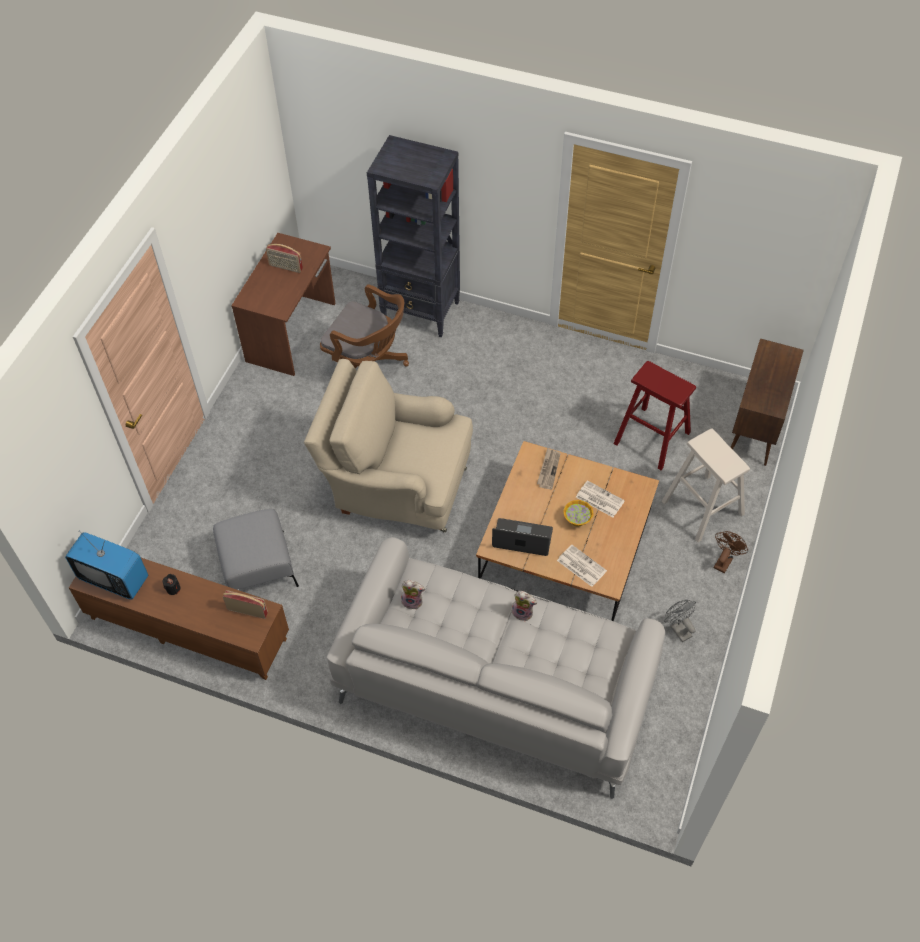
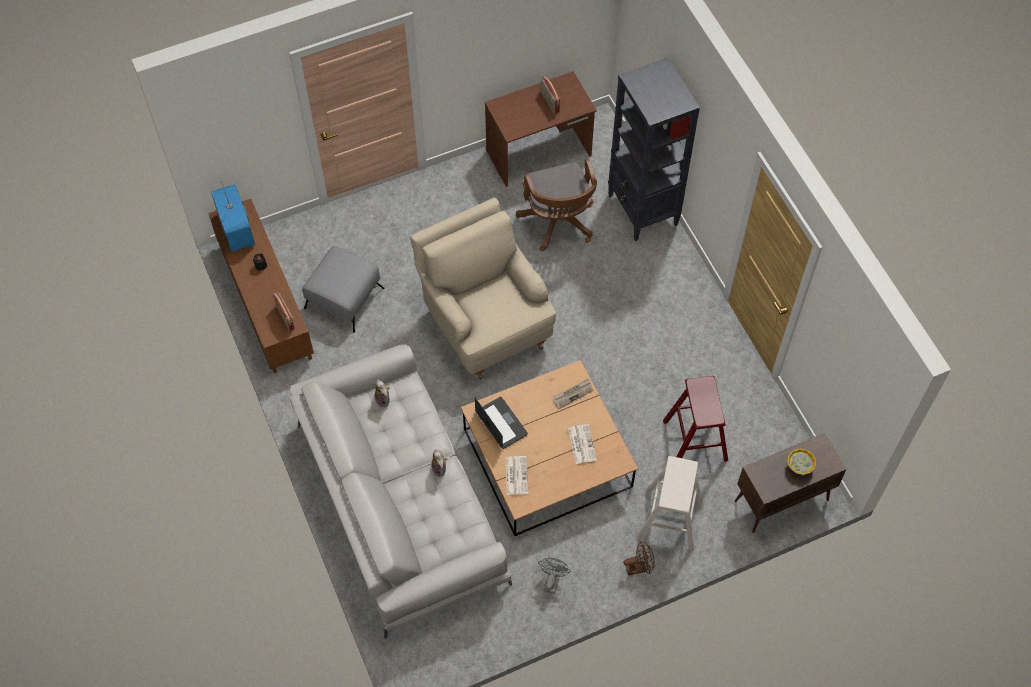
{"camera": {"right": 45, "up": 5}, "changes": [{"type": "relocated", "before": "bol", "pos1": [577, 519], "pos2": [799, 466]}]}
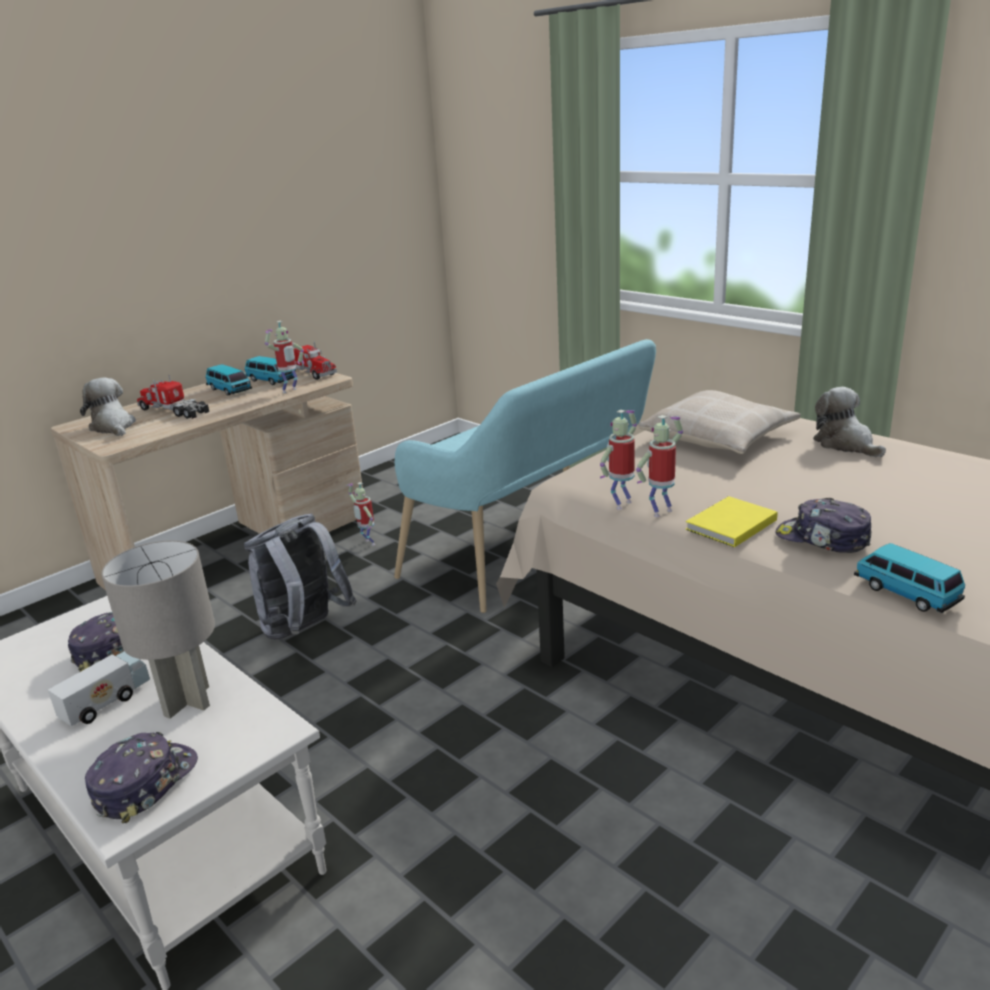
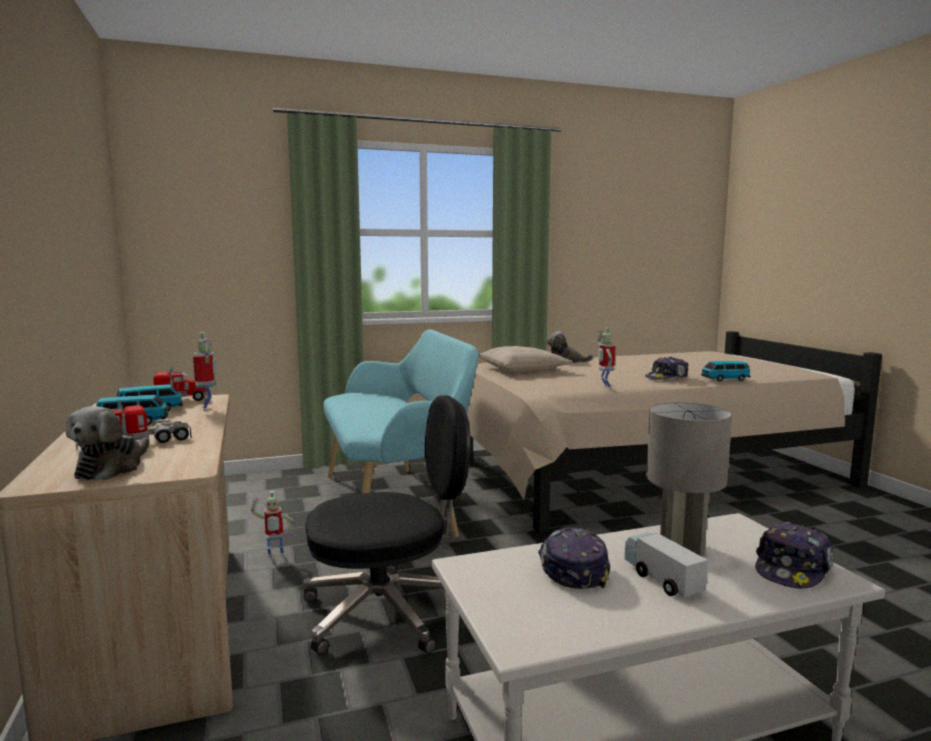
{"camera": {"right": -65, "up": -15}, "changes": [{"type": "spun", "before": "peluche", "pos1": [113, 427], "pos2": [112, 467], "turn": -75}, {"type": "exchanged", "before": "sac à dos [gris]", "after": "chaise de bureau [noir]", "pos1": [304, 631], "pos2": [387, 611]}, {"type": "spun", "before": "casquette", "pos1": [145, 783], "pos2": [793, 569], "turn": -105}, {"type": "missing", "before": "robot jouet", "pos1": [621, 504]}, {"type": "missing", "before": "livre [jaune]", "pos1": [728, 525]}]}
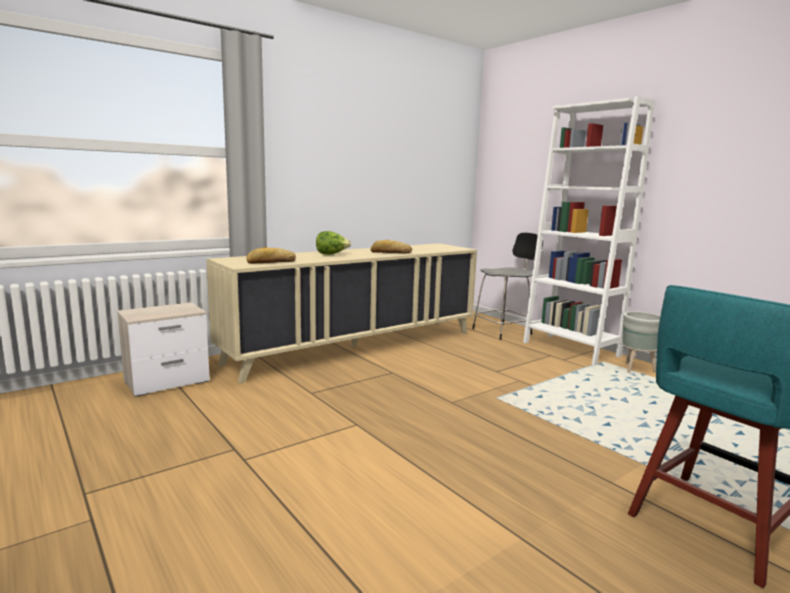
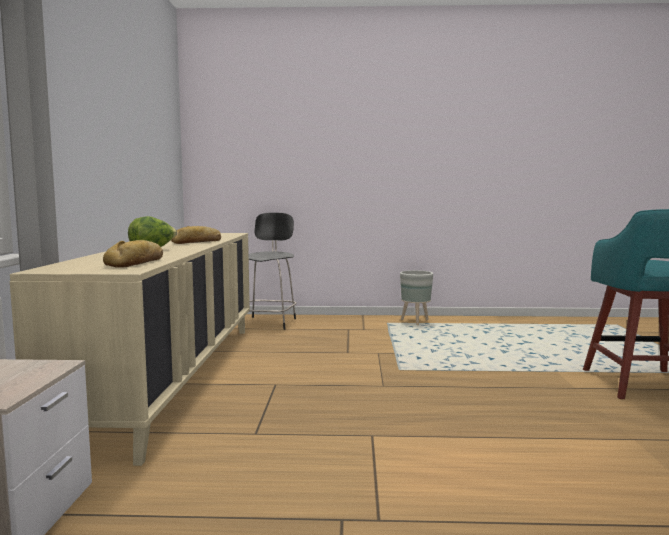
{"camera": {"right": -50, "up": -5}, "changes": [{"type": "missing", "before": "bibliothèque [blanc]", "pos1": [570, 349]}]}
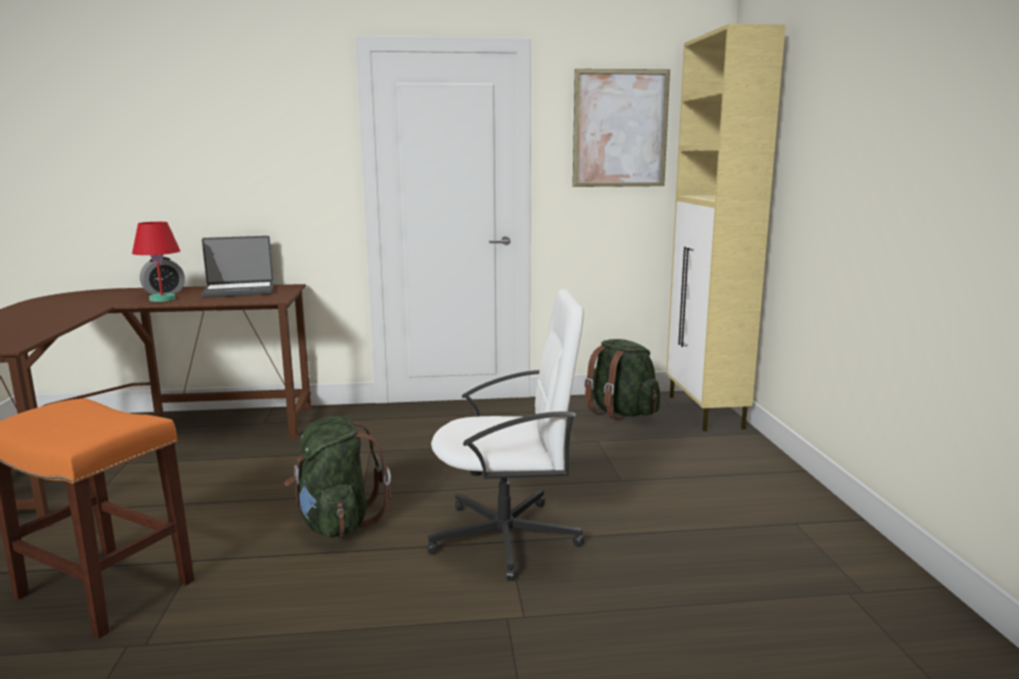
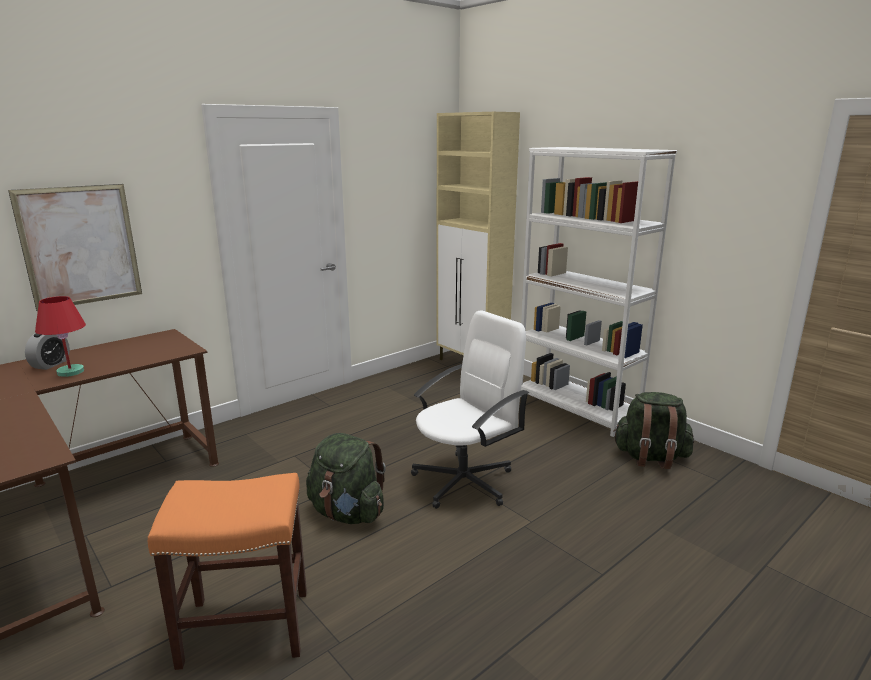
{"camera": {"right": -35, "up": 5}, "changes": [{"type": "relocated", "before": "tableau", "pos1": [620, 129], "pos2": [80, 246]}, {"type": "appeared", "after": "bibliothèque [blanc]", "pos2": [577, 408]}, {"type": "relocated", "before": "sac à dos [vert]", "pos1": [621, 412], "pos2": [650, 457]}, {"type": "missing", "before": "ordinateur portable", "pos1": [239, 291]}]}
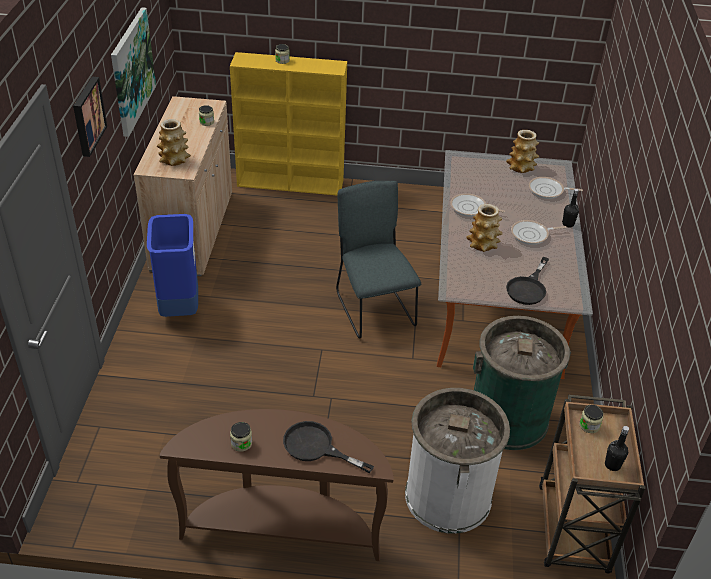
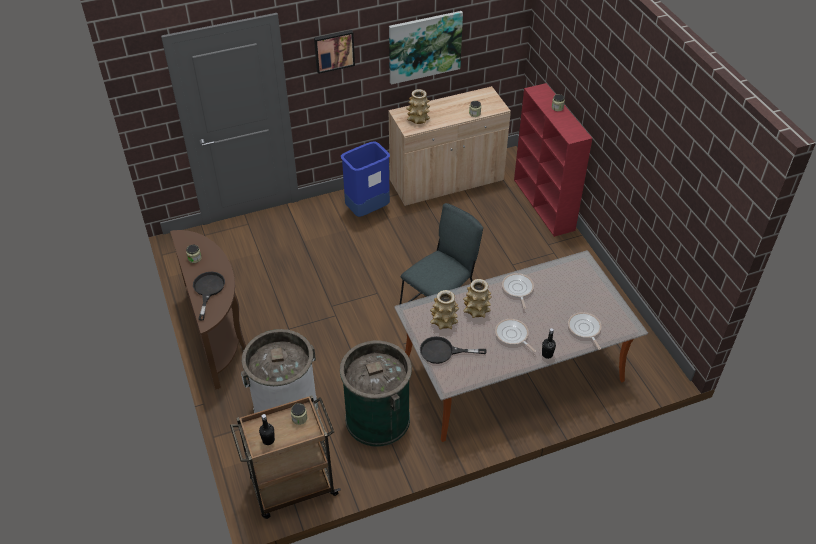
{"camera": {"right": 65, "up": 5}, "changes": [{"type": "relocated", "before": "vase", "pos1": [521, 167], "pos2": [444, 321]}, {"type": "colour", "before": "bibliothèque [jaune]", "after": "bibliothèque [rouge]", "pos1": [291, 183], "pos2": [544, 205]}]}
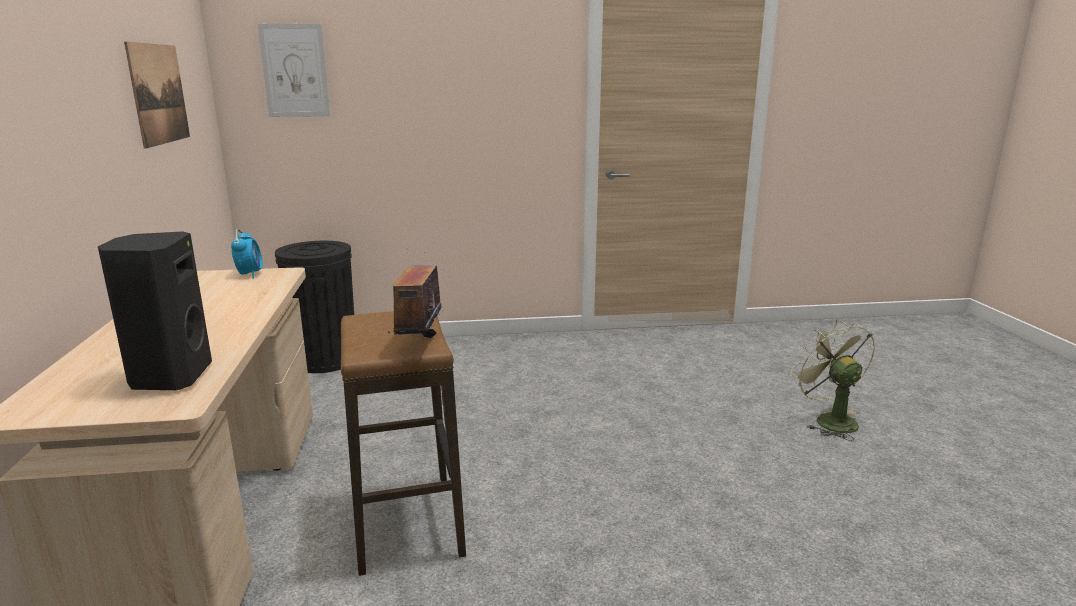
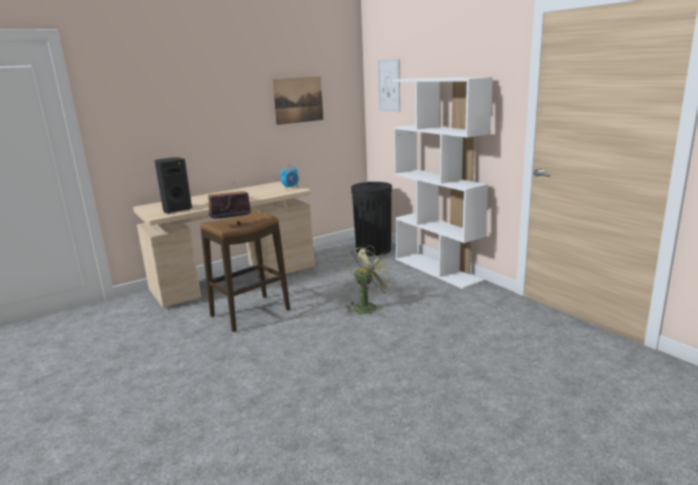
{"camera": {"right": 65, "up": 0}, "changes": [{"type": "relocated", "before": "ventilateur [vert]", "pos1": [828, 420], "pos2": [367, 306]}, {"type": "appeared", "after": "bibliothèque [blanc]", "pos2": [438, 269]}]}
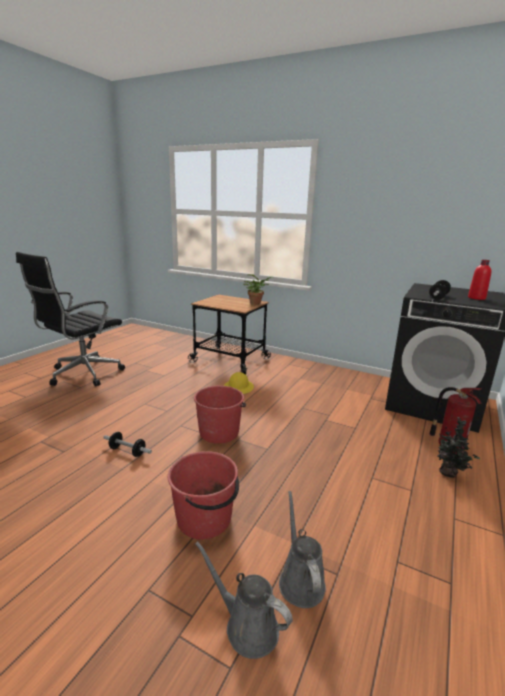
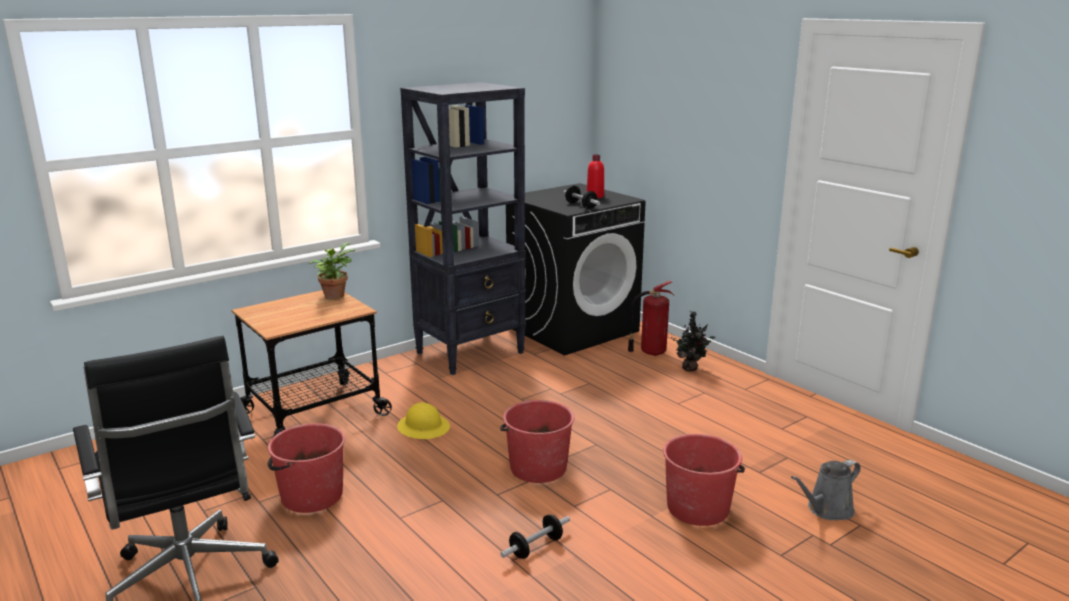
{"camera": {"right": -65, "up": 0}, "changes": [{"type": "appeared", "after": "seau [rouge]", "pos2": [311, 496]}, {"type": "appeared", "after": "bibliothèque [noir]", "pos2": [471, 352]}, {"type": "missing", "before": "arrosoir [gris]", "pos1": [300, 580]}]}
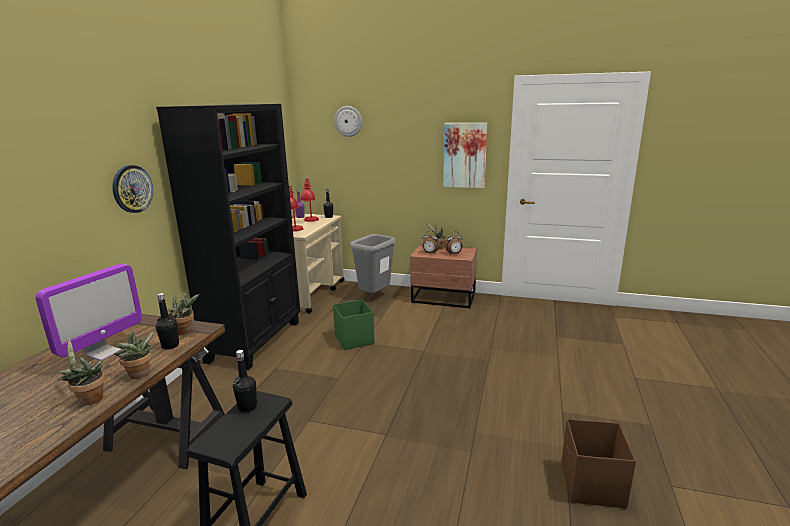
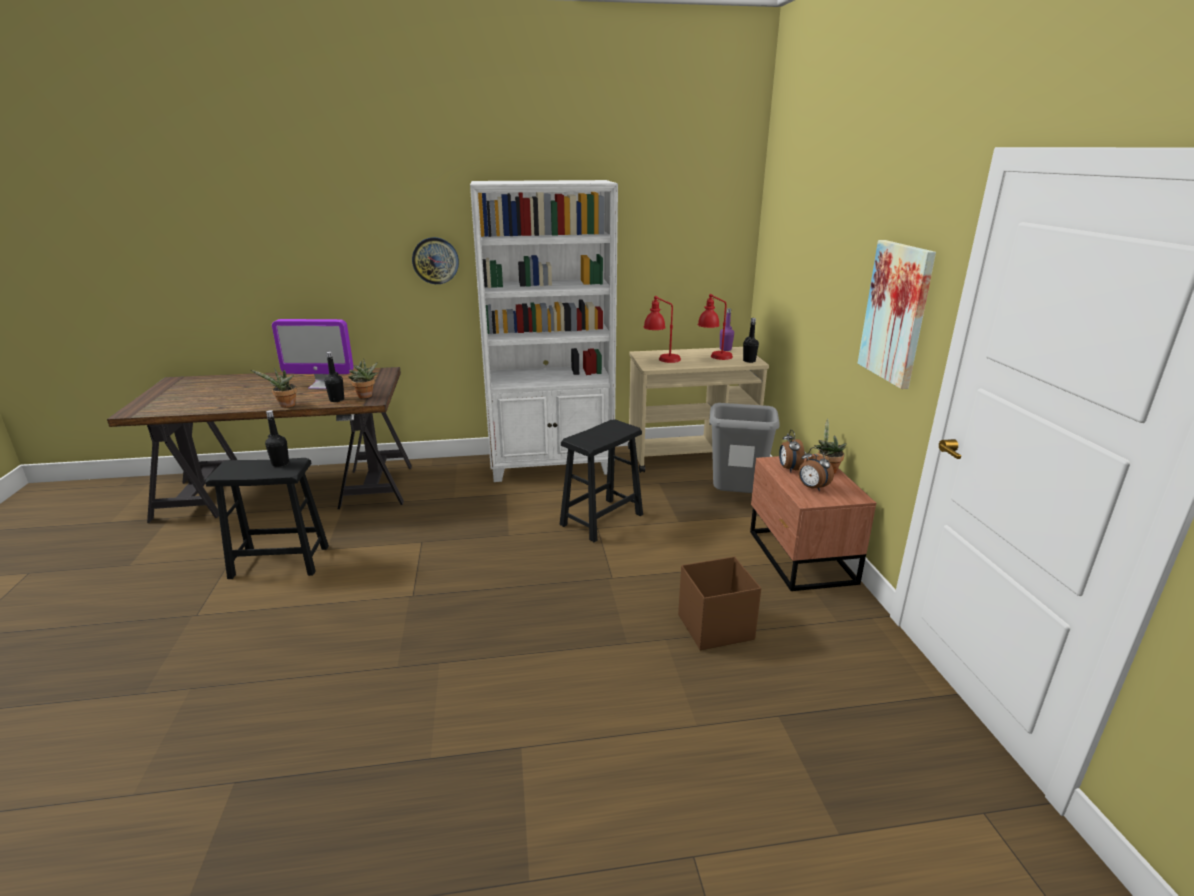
{"camera": {"right": 65, "up": 5}, "changes": [{"type": "colour", "before": "bibliothèque [noir]", "after": "bibliothèque [blanc]", "pos1": [256, 341], "pos2": [552, 466]}, {"type": "exchanged", "before": "boîte de rangement [vert]", "after": "tabouret [noir]", "pos1": [354, 339], "pos2": [601, 519]}, {"type": "relocated", "before": "boîte de rangement [marron]", "pos1": [591, 485], "pos2": [714, 627]}, {"type": "missing", "before": "plante en pot", "pos1": [89, 399]}, {"type": "missing", "before": "horloge murale", "pos1": [348, 121]}]}
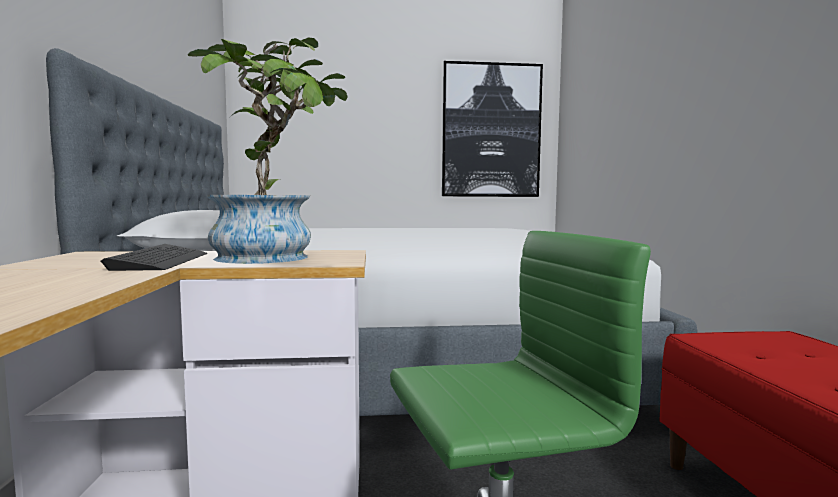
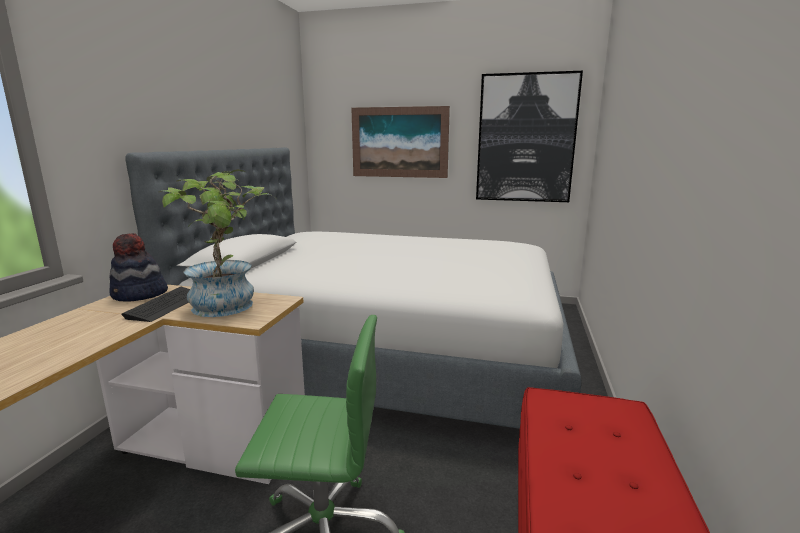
{"camera": {"right": 20, "up": 10}, "changes": [{"type": "appeared", "after": "chapeau", "pos2": [139, 295]}, {"type": "appeared", "after": "tableau", "pos2": [399, 142]}]}
